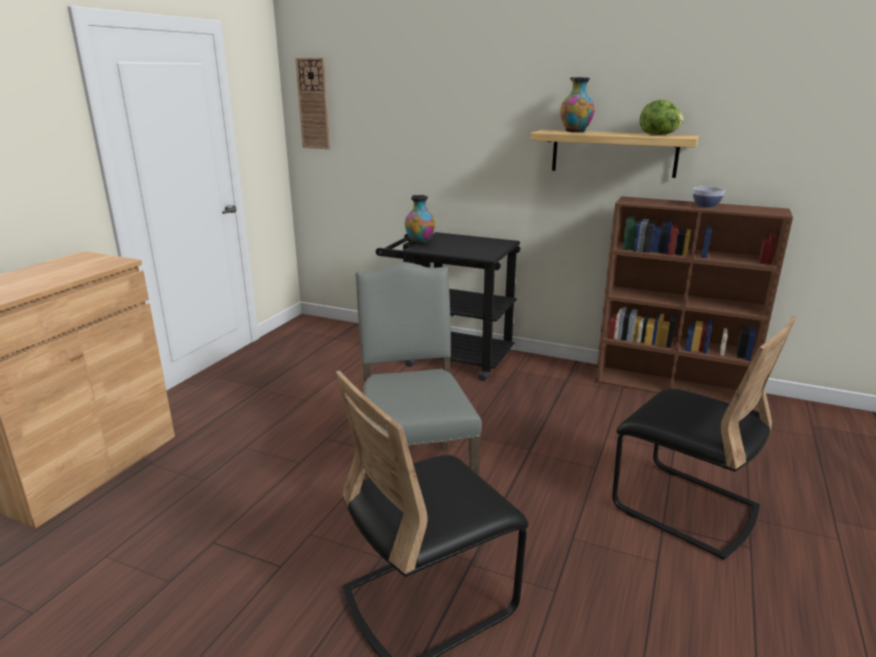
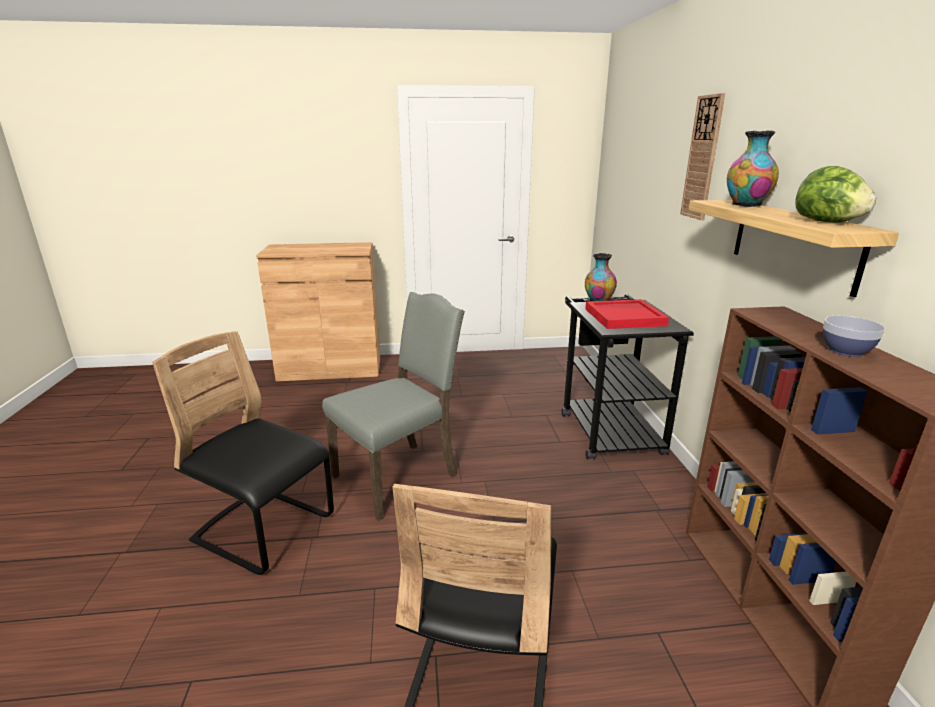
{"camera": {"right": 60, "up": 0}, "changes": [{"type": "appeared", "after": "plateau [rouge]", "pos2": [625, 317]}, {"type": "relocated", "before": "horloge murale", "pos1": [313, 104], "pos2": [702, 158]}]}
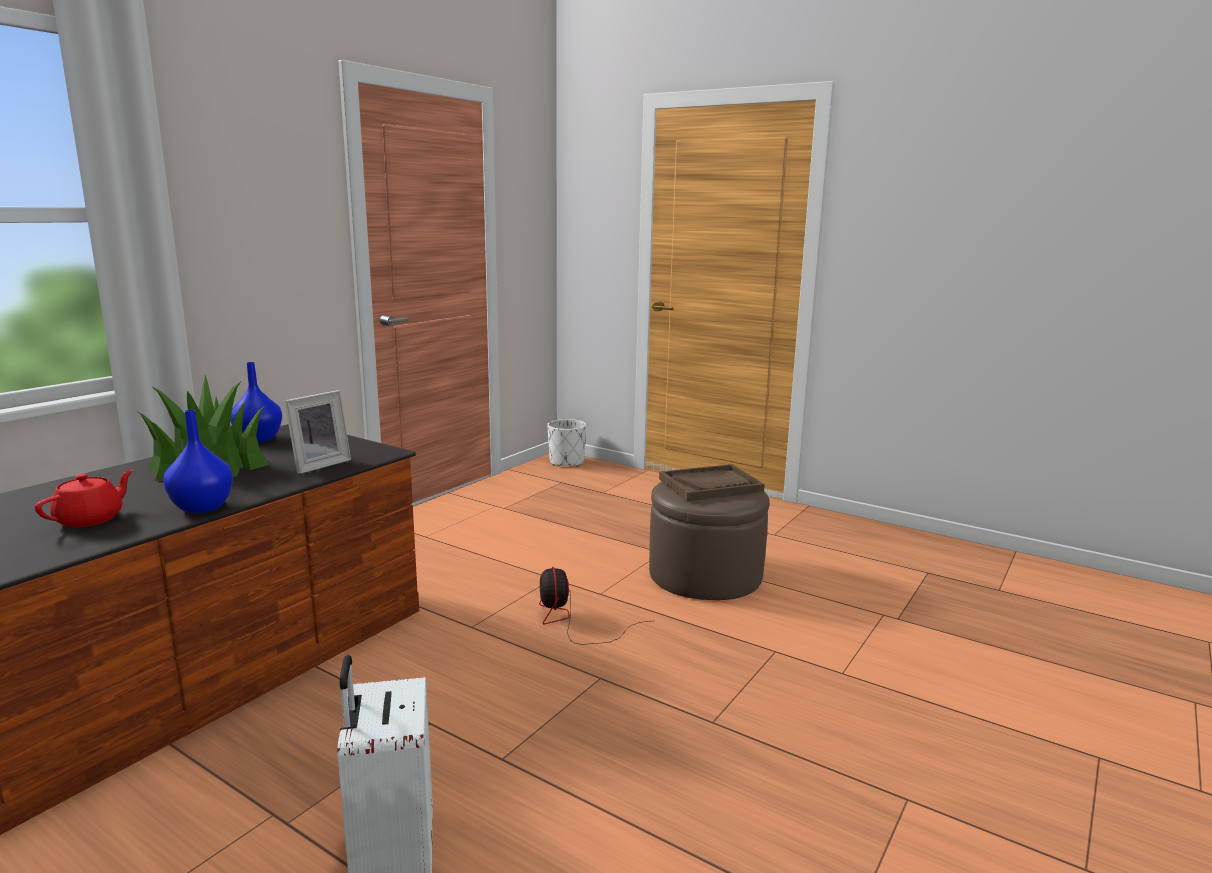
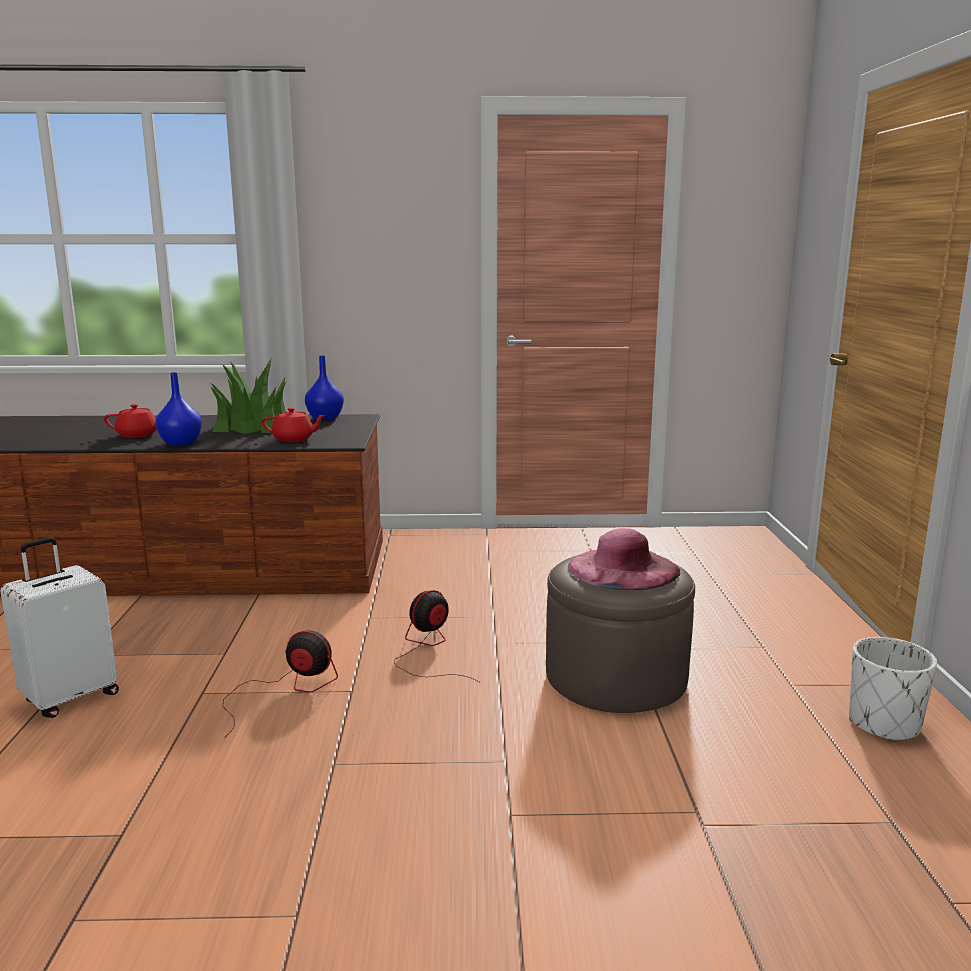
{"camera": {"right": 55, "up": 0}, "changes": [{"type": "appeared", "after": "ventilateur", "pos2": [286, 690]}, {"type": "exchanged", "before": "cadre photo", "after": "théière [rouge]", "pos1": [318, 464], "pos2": [294, 439]}, {"type": "exchanged", "before": "plateau [marron]", "after": "chapeau [rose]", "pos1": [710, 485], "pos2": [623, 568]}, {"type": "relocated", "before": "cache-pot [blanc]", "pos1": [566, 462], "pos2": [884, 724]}]}
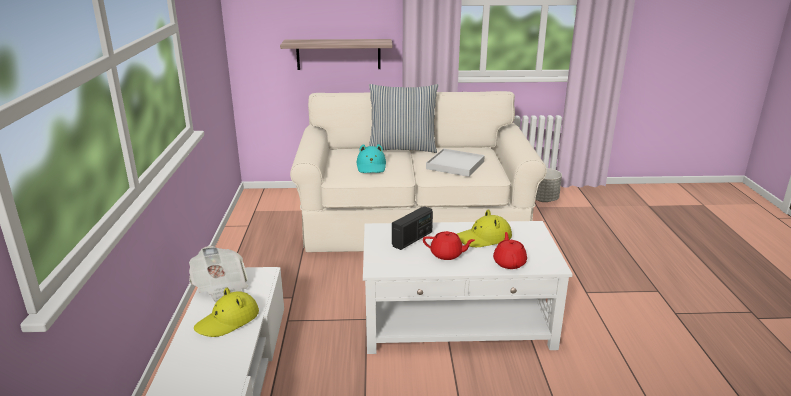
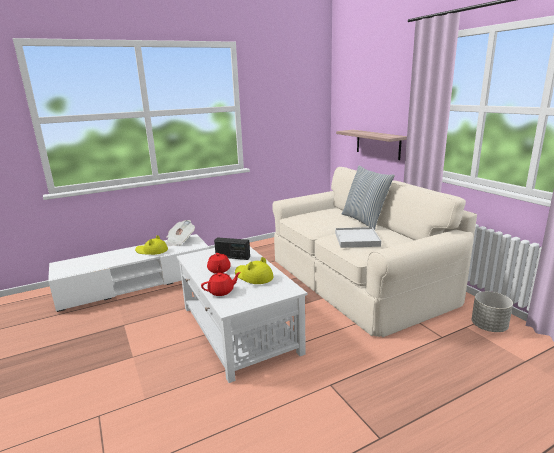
{"camera": {"right": 65, "up": -5}, "changes": [{"type": "missing", "before": "chapeau [turquoise]", "pos1": [371, 166]}]}
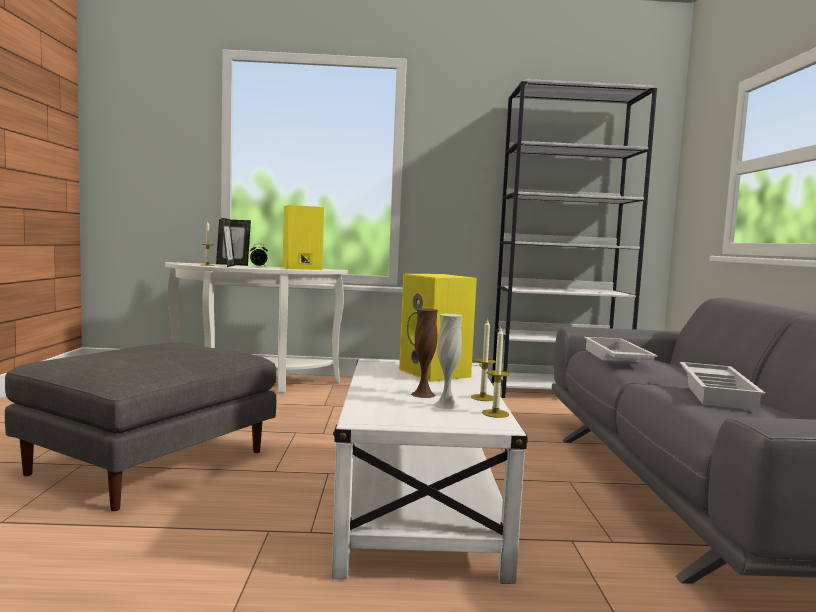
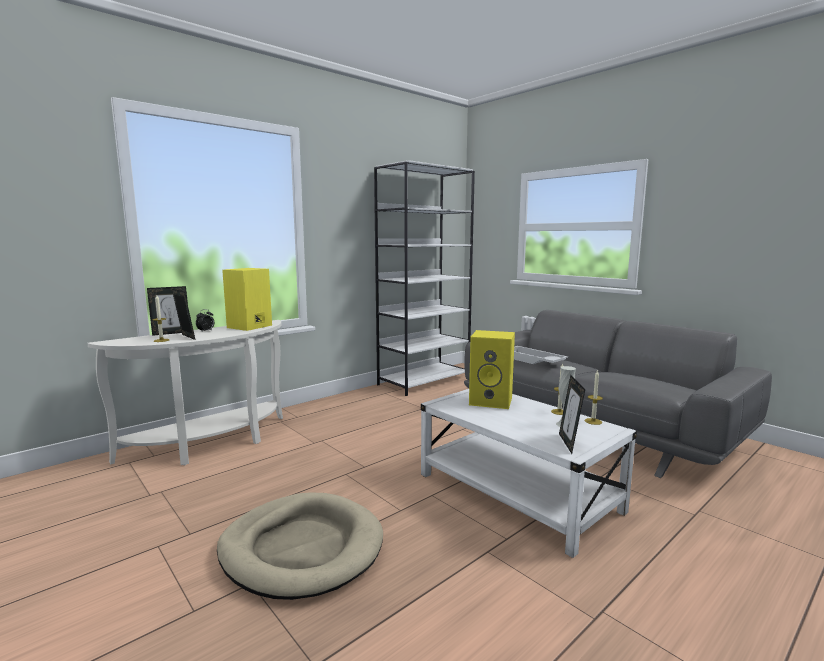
{"camera": {"right": -40, "up": 5}, "changes": [{"type": "exchanged", "before": "pouf [gris]", "after": "panier pour chien [beige]", "pos1": [152, 461], "pos2": [302, 548]}, {"type": "appeared", "after": "cadre photo", "pos2": [569, 443]}, {"type": "missing", "before": "vase [marron]", "pos1": [423, 394]}, {"type": "missing", "before": "plateau [blanc]", "pos1": [718, 393]}]}
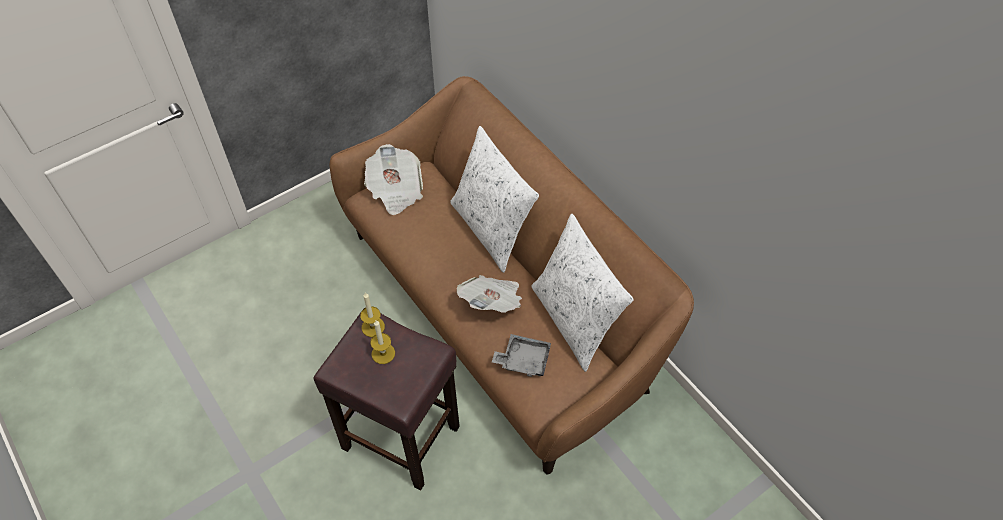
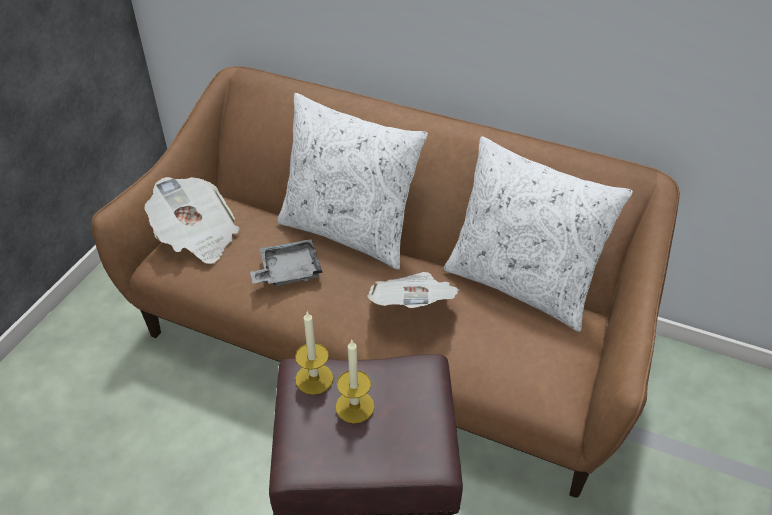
{"camera": {"right": -30, "up": -10}, "changes": [{"type": "relocated", "before": "plateau [gris]", "pos1": [523, 360], "pos2": [288, 271]}]}
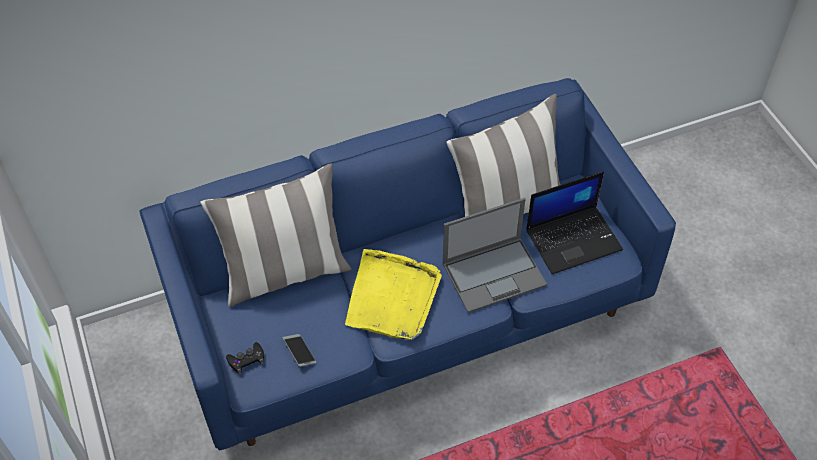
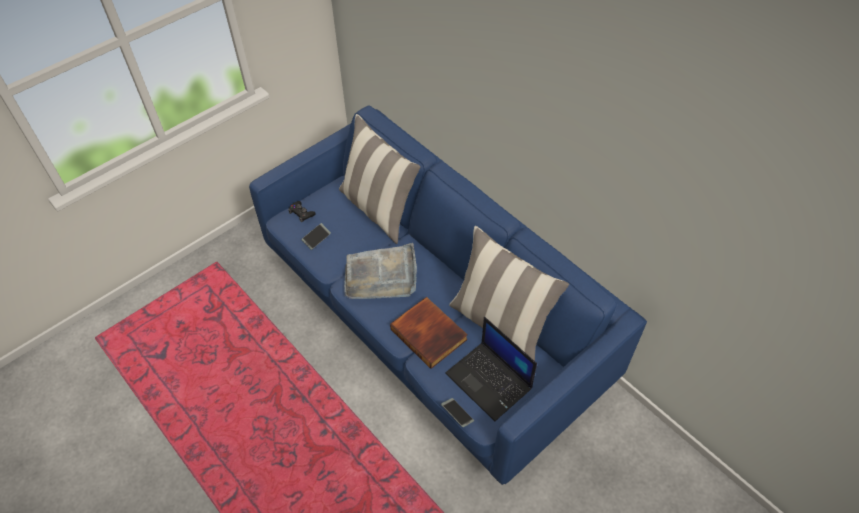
{"camera": {"right": 70, "up": 0}, "changes": [{"type": "colour", "before": "plateau [jaune]", "after": "plateau [gris]", "pos1": [392, 297], "pos2": [381, 275]}, {"type": "exchanged", "before": "ordinateur portable", "after": "livre", "pos1": [495, 273], "pos2": [430, 334]}, {"type": "appeared", "after": "téléphone", "pos2": [457, 414]}]}
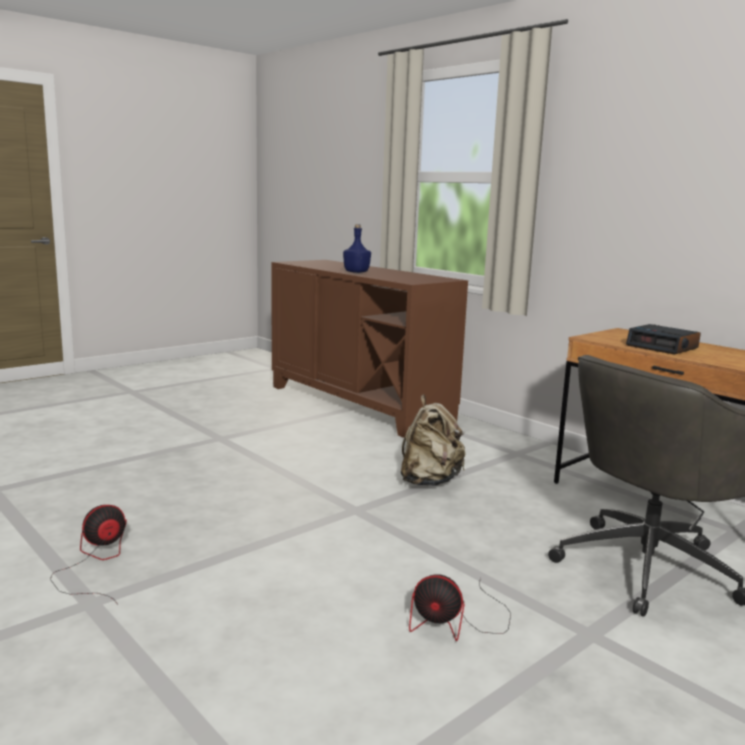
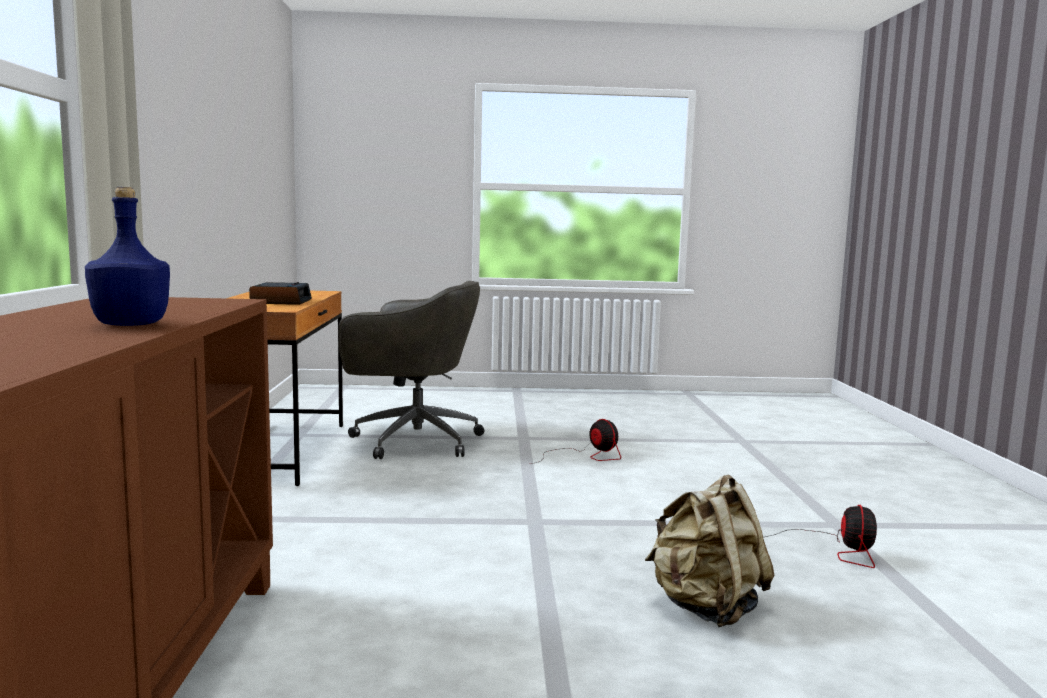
{"camera": {"right": -140, "up": -5}, "changes": [{"type": "relocated", "before": "sac à dos [beige]", "pos1": [429, 481], "pos2": [706, 608]}, {"type": "spun", "before": "ventilateur", "pos1": [96, 563], "pos2": [834, 550], "turn": -75}]}
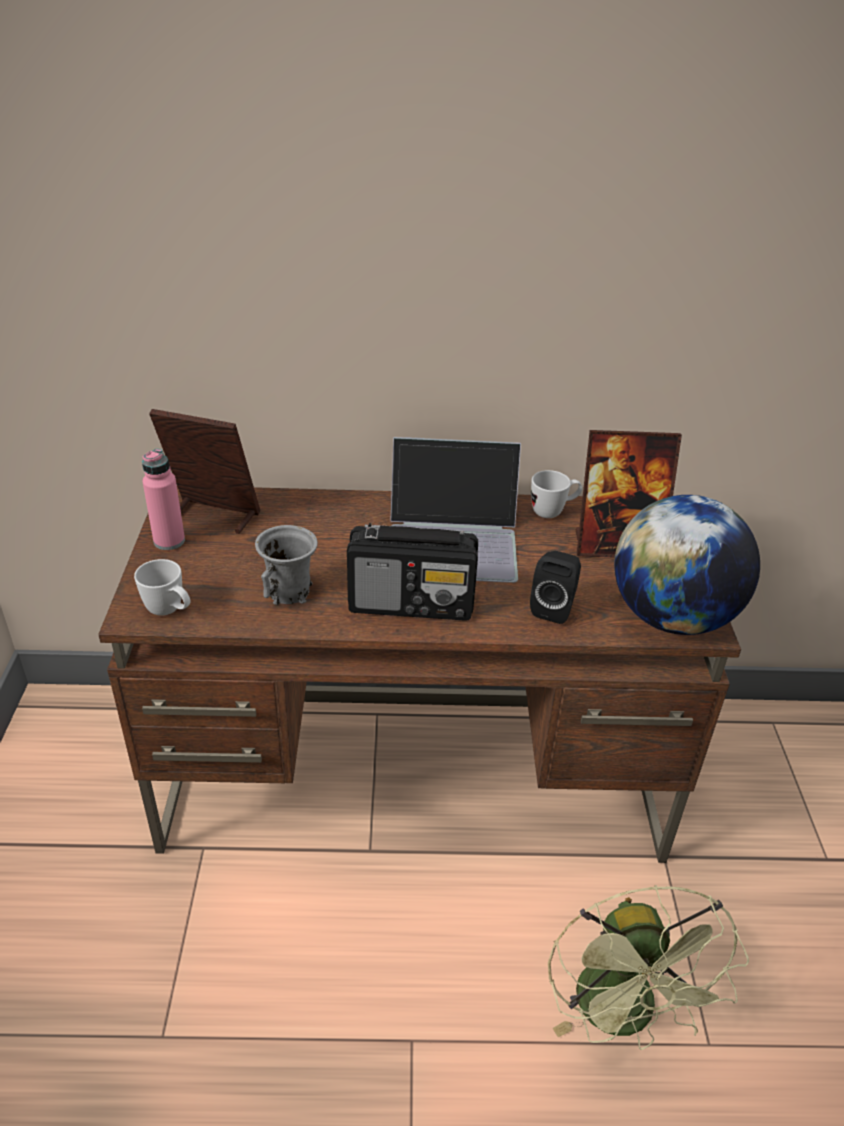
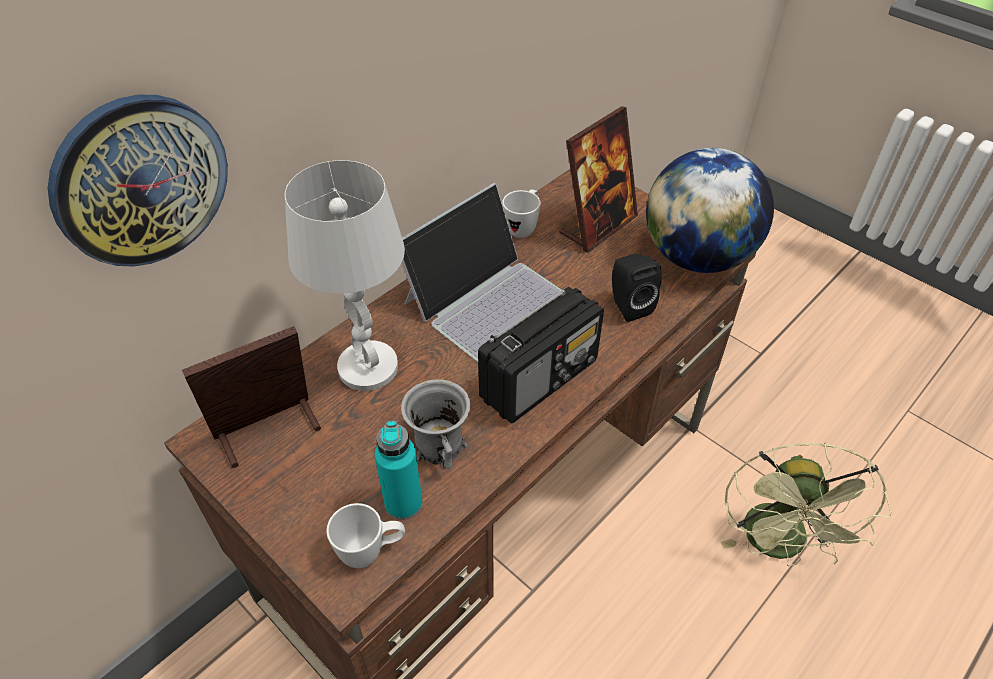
{"camera": {"right": -45, "up": 10}, "changes": [{"type": "appeared", "after": "horloge murale", "pos2": [140, 181]}, {"type": "appeared", "after": "lampe de table [blanc]", "pos2": [367, 367]}, {"type": "appeared", "after": "bouteille [turquoise]", "pos2": [403, 503]}, {"type": "spun", "before": "ventilateur [vert]", "pos1": [623, 1017], "pos2": [778, 545], "turn": 60}, {"type": "missing", "before": "bouteille [rose]", "pos1": [169, 541]}]}
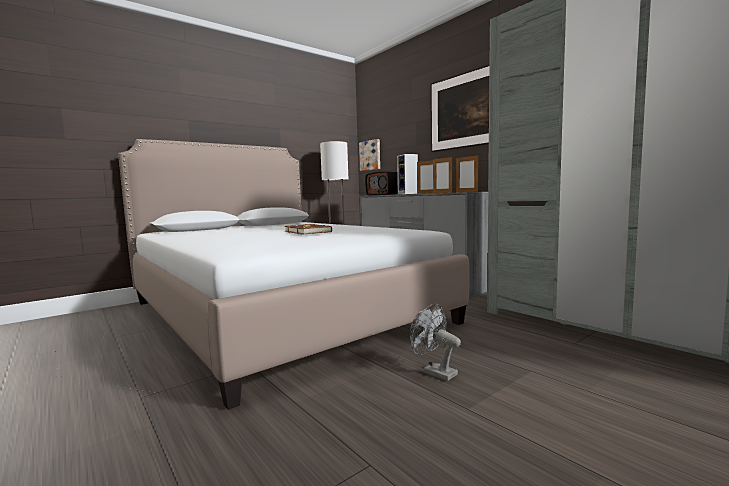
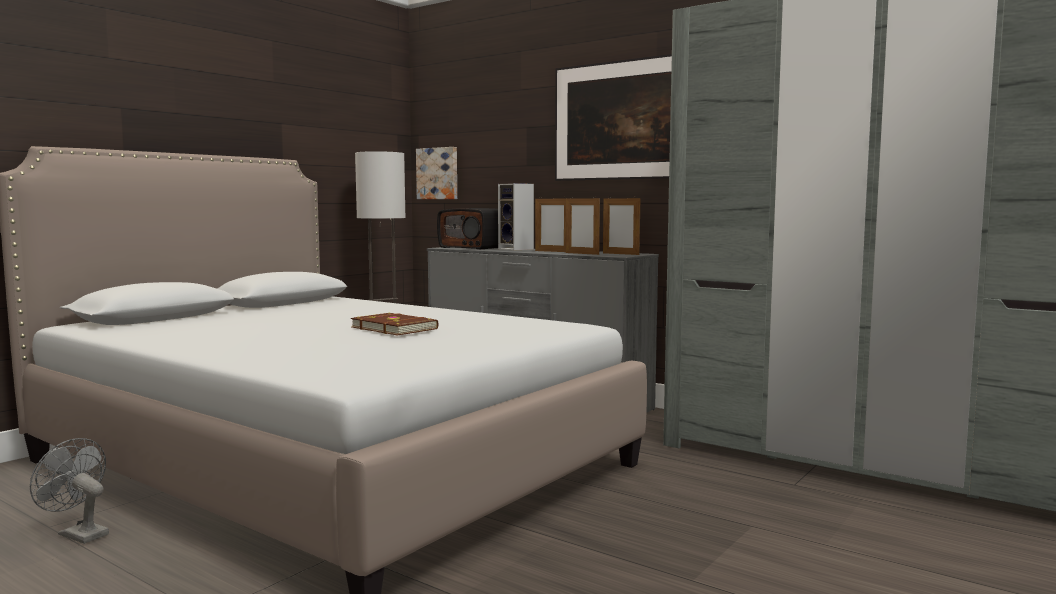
{"camera": {"right": -15, "up": 0}, "changes": [{"type": "relocated", "before": "ventilateur [gris]", "pos1": [433, 372], "pos2": [78, 534]}]}
